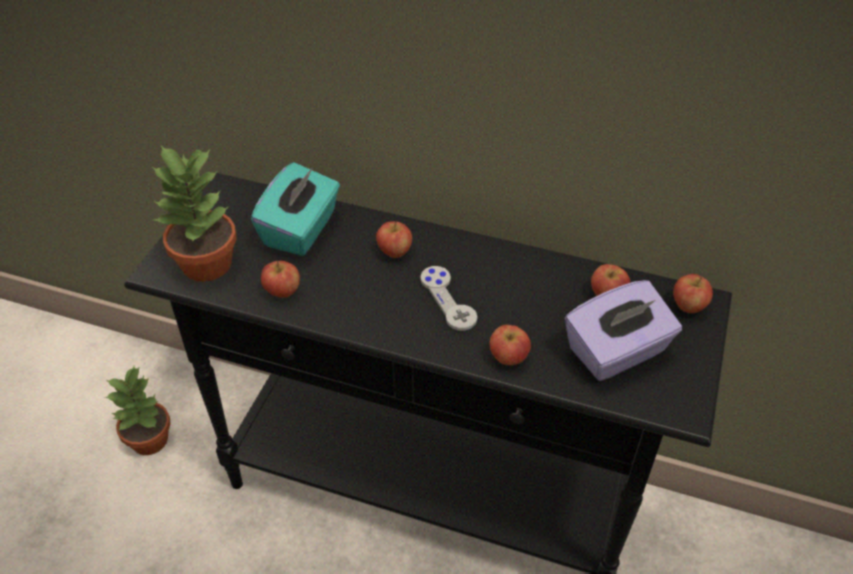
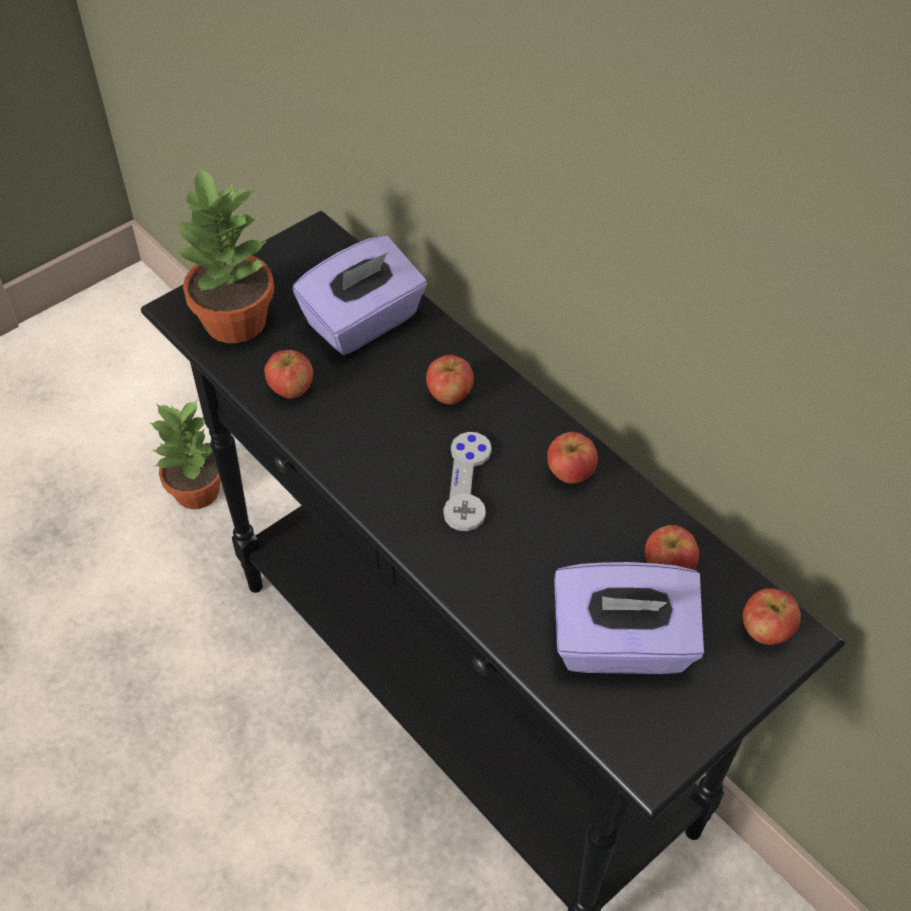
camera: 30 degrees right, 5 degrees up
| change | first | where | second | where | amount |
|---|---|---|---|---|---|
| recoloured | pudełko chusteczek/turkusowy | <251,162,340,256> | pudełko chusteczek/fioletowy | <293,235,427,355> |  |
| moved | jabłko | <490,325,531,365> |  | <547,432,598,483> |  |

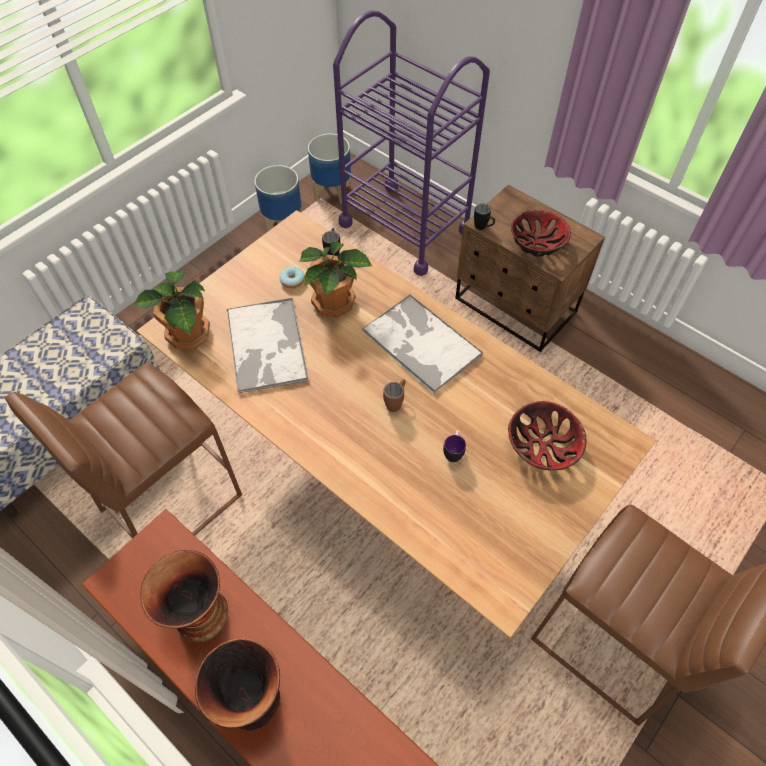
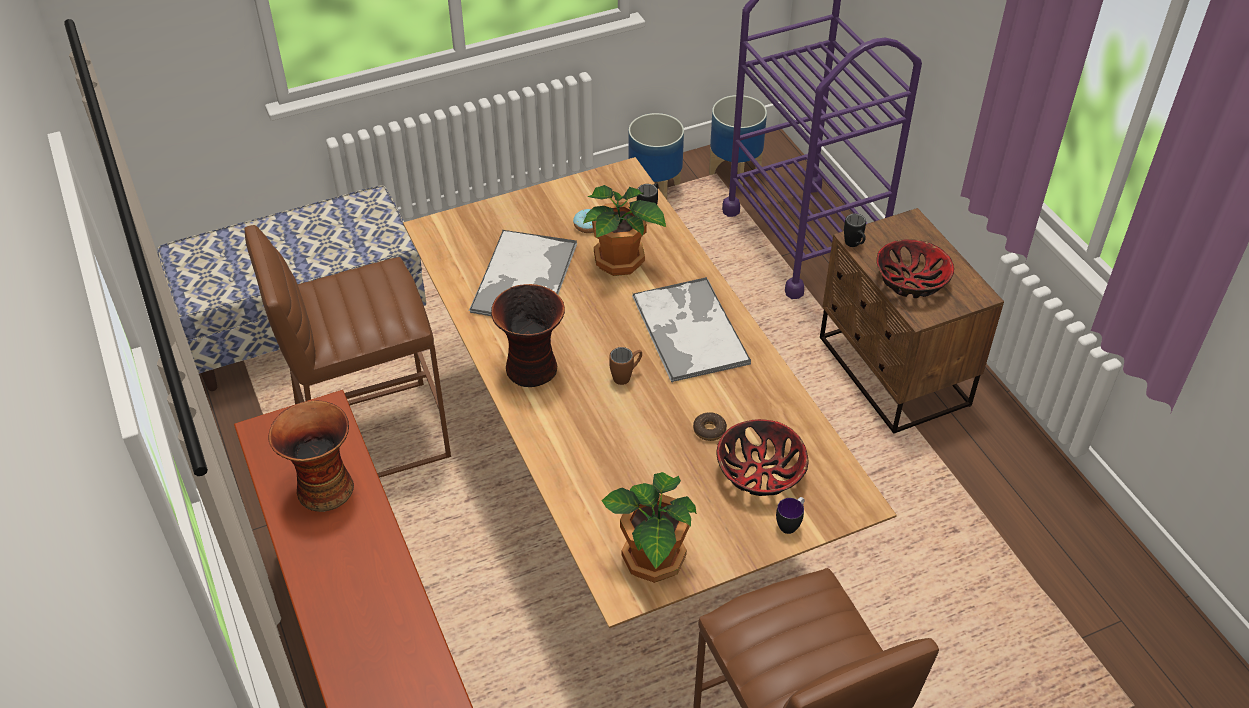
camera: 25 degrees right, 10 degrees down
| change | first | where | second | where | amount |
|---|---|---|---|---|---|
| moved | roślina doniczkowa | <135,270,210,350> |  | <602,472,697,583> |  |
| moved | wazon | <195,638,280,731> |  | <491,284,565,387> |  |
| moved | kubek | <443,431,466,462> |  | <776,497,805,534> |  |
| added |  |  | donut | <693,412,727,441> |  |

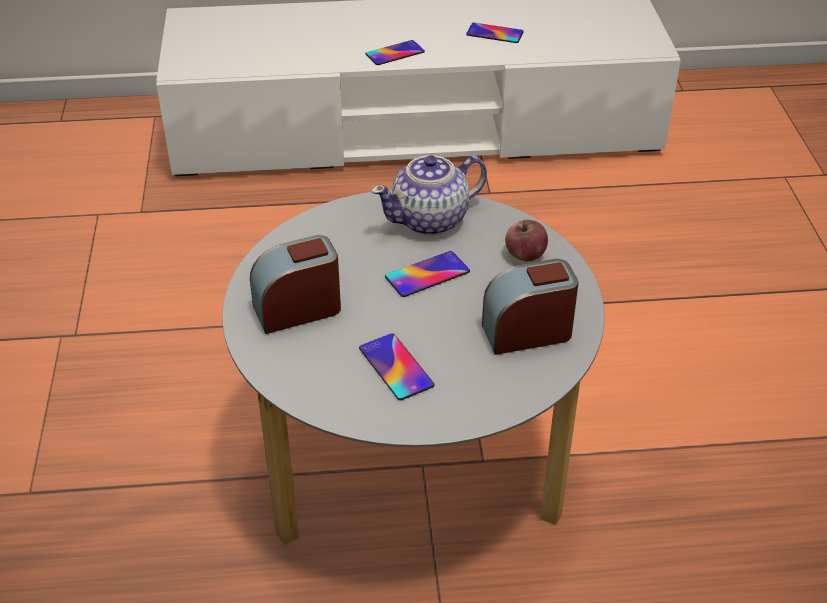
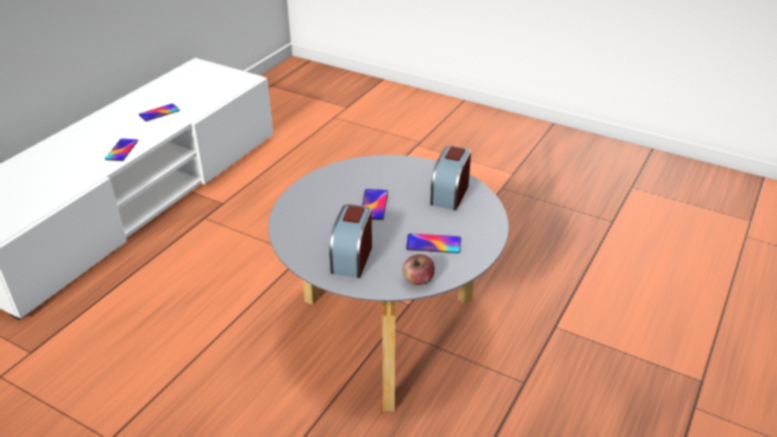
camera: 55 degrees left, 5 degrees down
| change | first | where | second | where | amount |
|---|---|---|---|---|---|
| removed | imbryk | <371,155,487,235> |  |  |  |
| moved | jabłko | <505,220,548,262> |  | <403,254,435,285> |  |

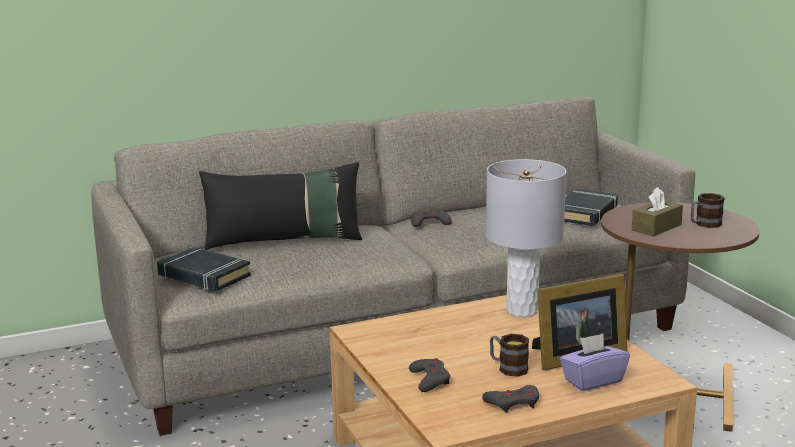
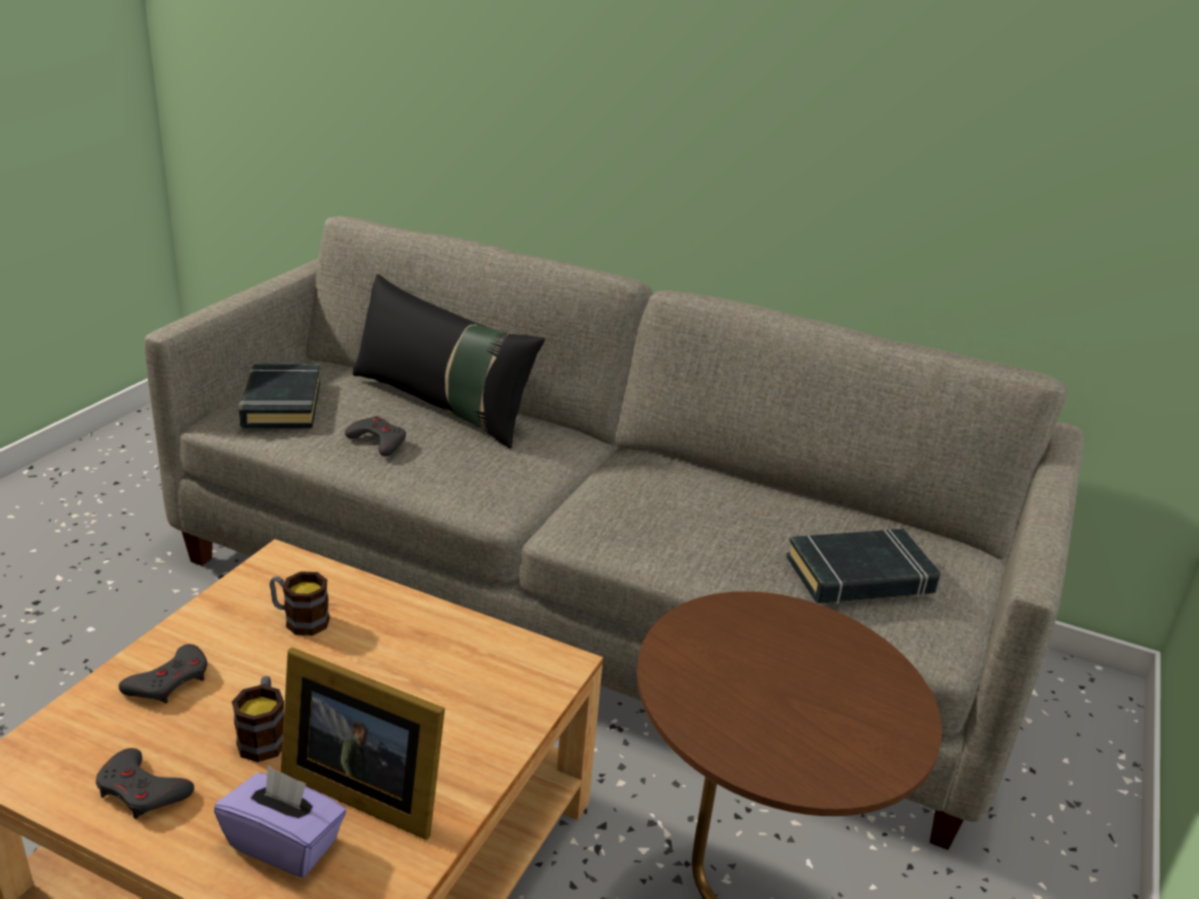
camera: 45 degrees right, 10 degrees up
| change | first | where | second | where | amount |
|---|---|---|---|---|---|
| moved | pad do gier/szary | <411,210,452,227> |  | <345,416,406,456> |  |
| removed | lampa stołowa/szary | <486,159,567,317> |  |  |  |
| removed | pudełko chusteczek/brązowy | <632,187,683,236> |  |  |  |
| moved | kubek | <691,193,725,228> |  | <269,571,330,636> |  |

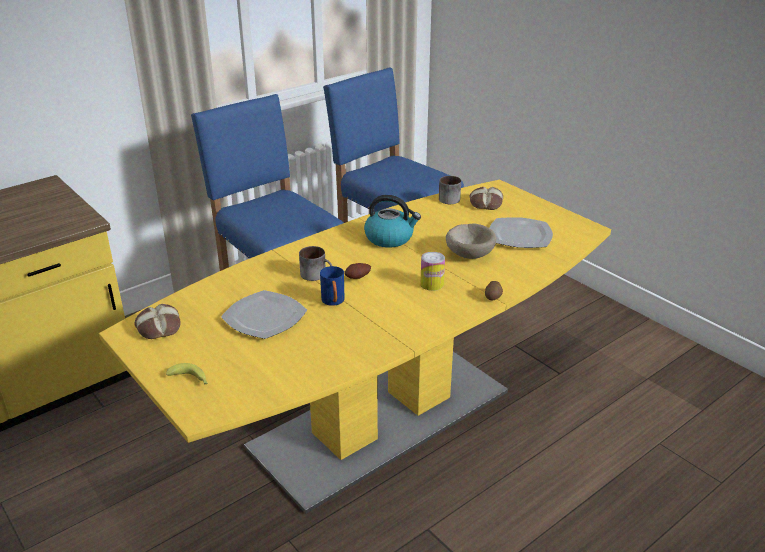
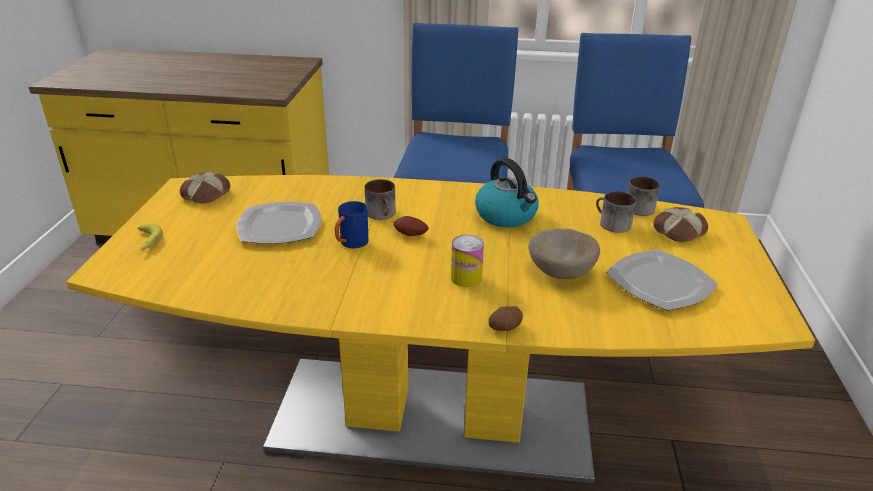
camera: 45 degrees right, 0 degrees up
| change | first | where | second | where | amount |
|---|---|---|---|---|---|
| added |  |  | kubek | <596,191,636,233> |  |

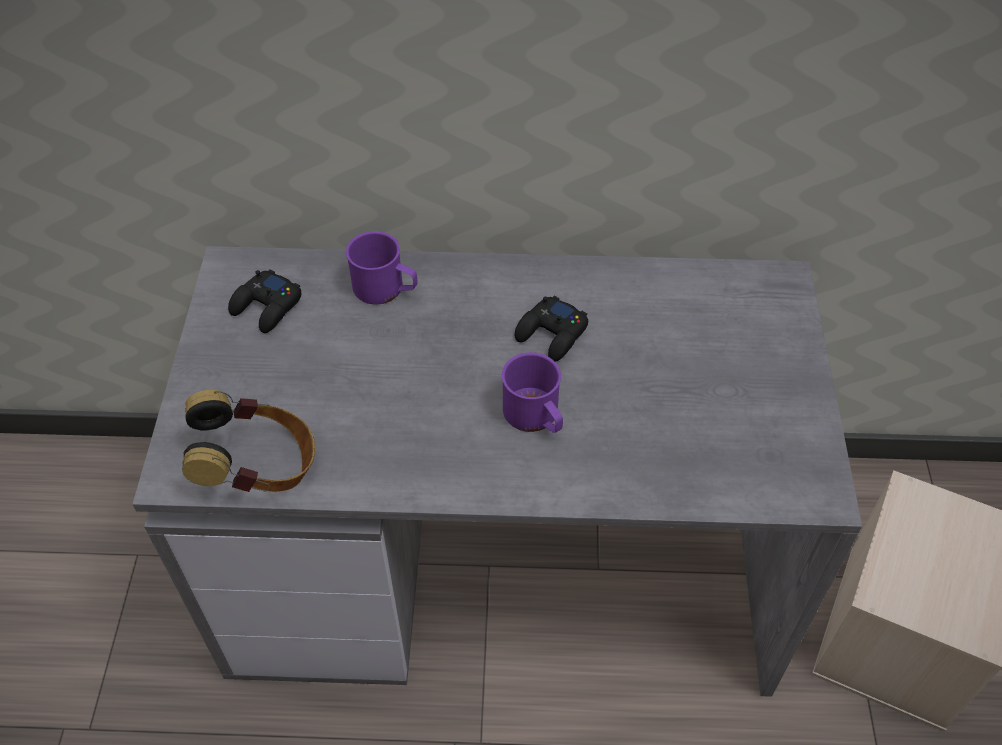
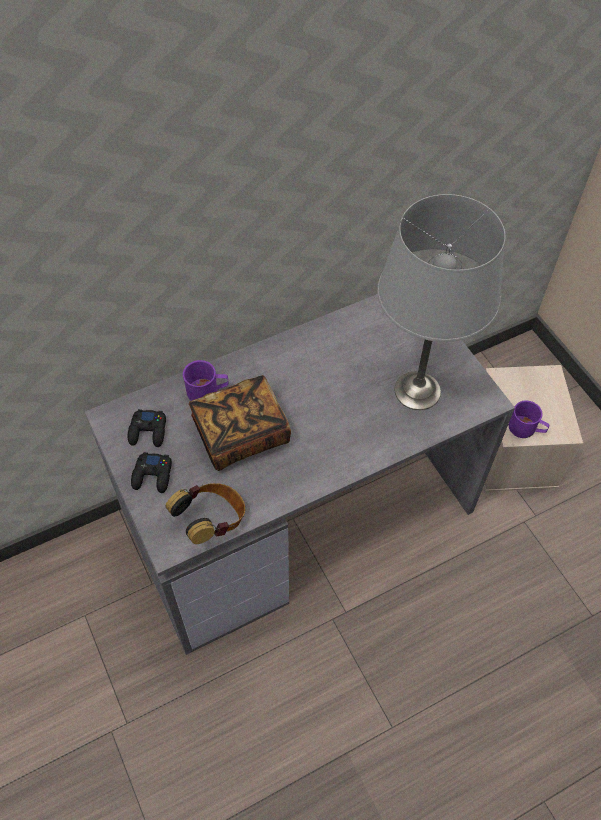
camera: 30 degrees left, 5 degrees up
| change | first | where | second | where | amount |
|---|---|---|---|---|---|
| moved | kubek/fioletowy | <502,352,563,433> |  | <509,401,550,438> |  |
| moved | pad do gier/czarny | <515,296,588,362> |  | <131,452,172,493> |  |
| added |  |  | książka | <189,375,291,471> |  |
| added |  |  | lampa stołowa/szary | <377,194,505,410> |  |

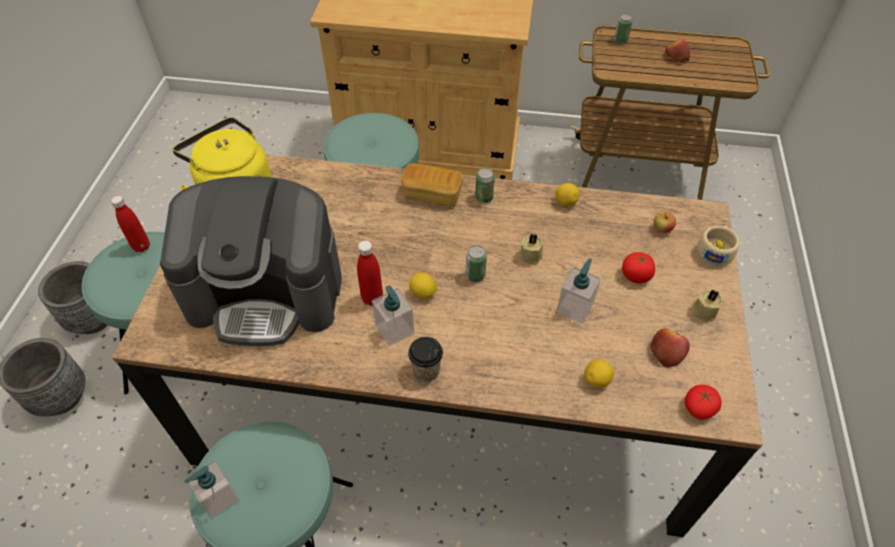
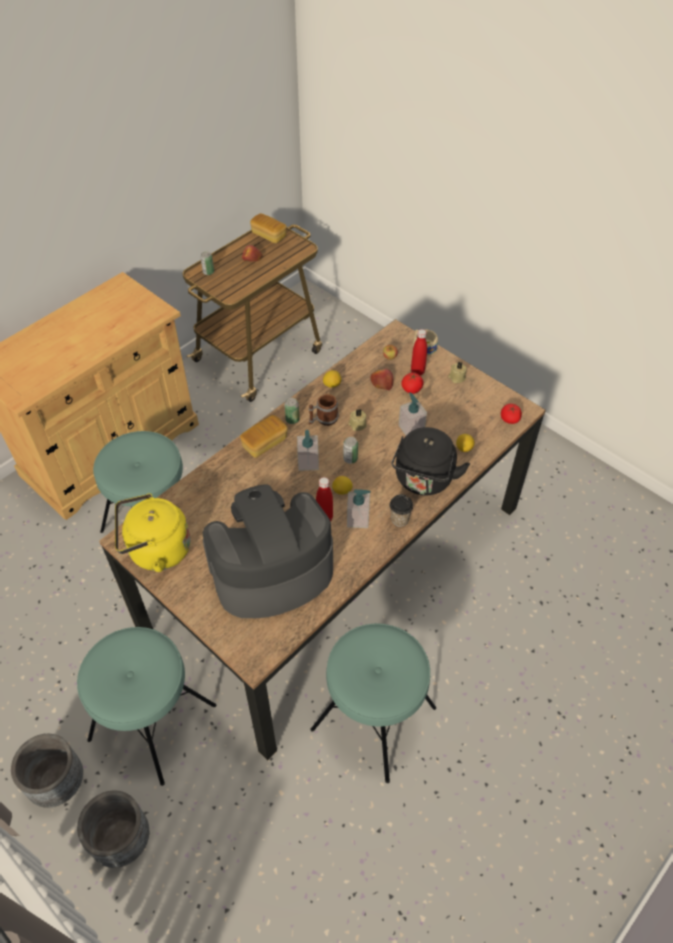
camera: 55 degrees left, 0 degrees up
| change | first | where | second | where | amount |
|---|---|---|---|---|---|
| moved | butelka/czerwony | <111,196,150,252> |  | <411,329,427,376> |  |
| turned | ekspres do kawy | <160,176,342,346> |  | <203,485,333,618> | 150 degrees counterclockwise |
| moved | dozownik mydła | <185,460,240,518> |  | <297,430,319,471> |  |
| moved | jabłko | <651,329,690,368> |  | <371,369,393,390> |  |
| added |  |  | chleb | <250,213,287,243> |  |
| added |  |  | kubek | <309,394,339,426> |  |
| added |  |  | czajnik/czarny | <391,427,470,495> |  |

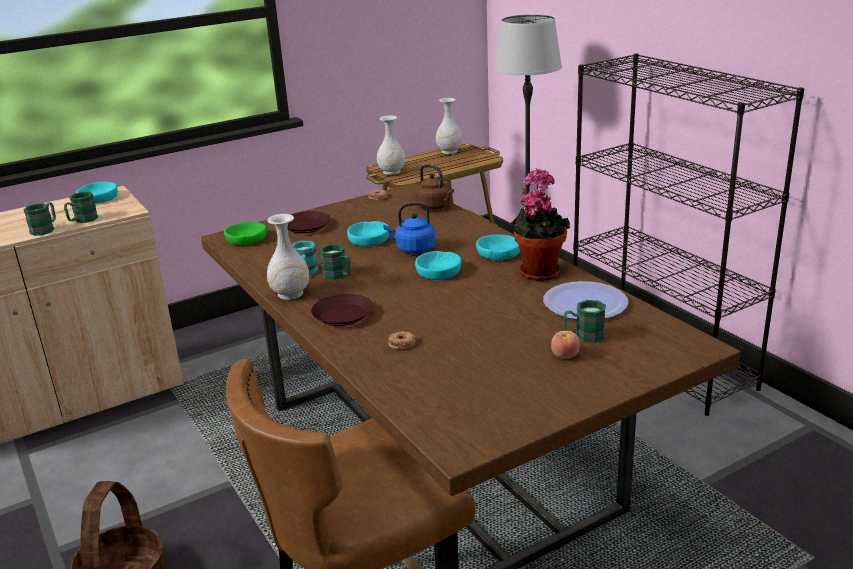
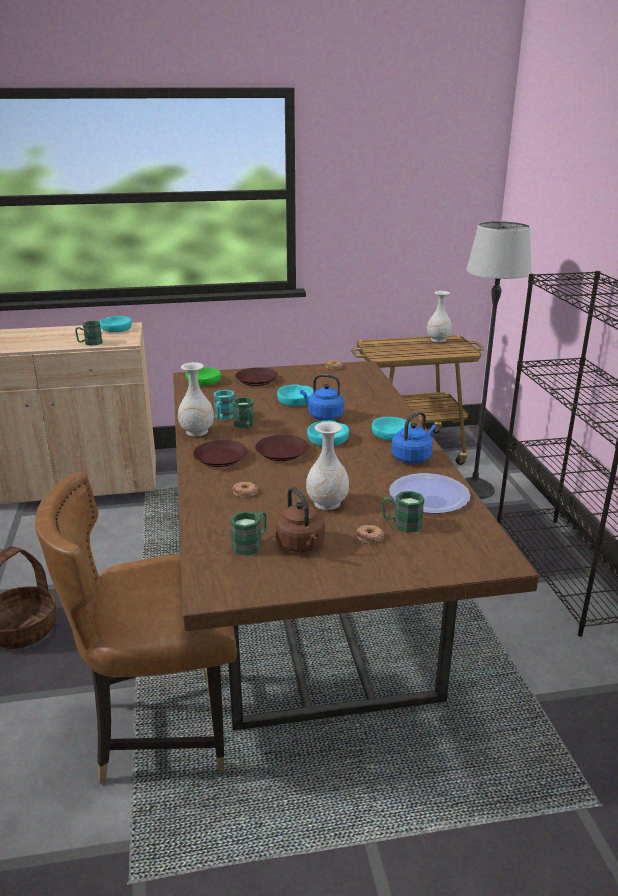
camera: 20 degrees right, 0 degrees up
| change | first | where | second | where | amount |
|---|---|---|---|---|---|
| moved | kubek/zielony | <23,203,56,236> |  | <230,511,267,556> |  |
| moved | wazon/biały | <377,115,405,175> |  | <306,422,349,510> |  |
| moved | czajnik/brązowy | <415,164,454,210> |  | <276,487,325,552> |  |
| replaced | roślina doniczkowa | <511,168,570,281> | czajnik/niebieski | <391,411,436,464> |  |
| replaced | jabłko | <551,331,580,358> | donut | <356,525,384,543> |  |
| added |  |  | talerz/brązowy | <255,435,309,461> |  |

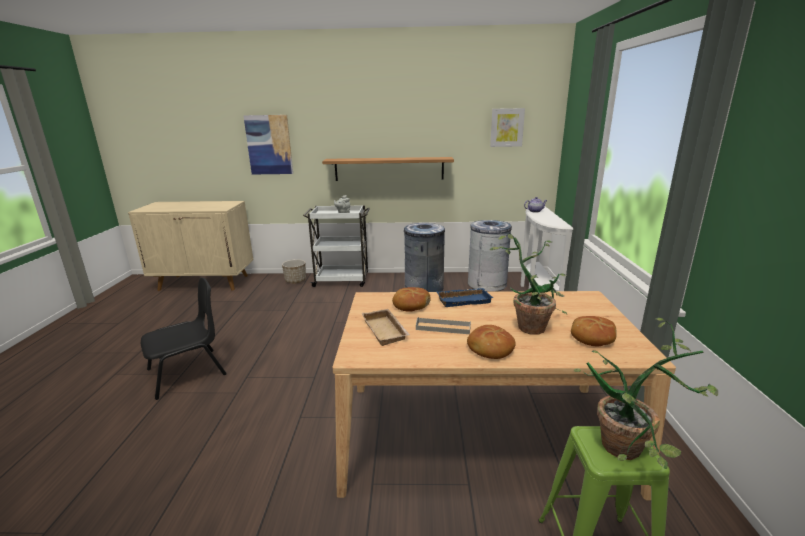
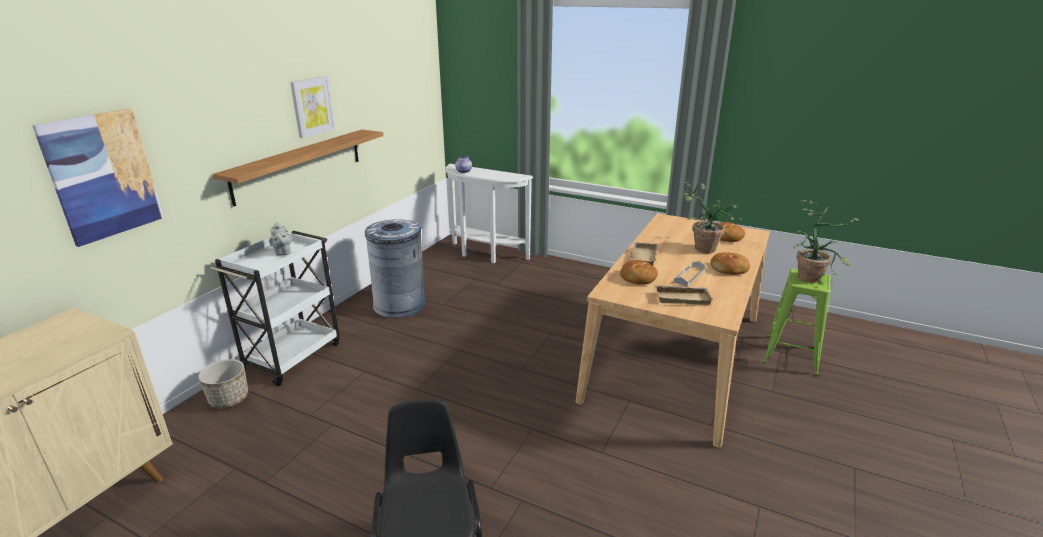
camera: 65 degrees left, 5 degrees up
| change | first | where | second | where | amount |
|---|---|---|---|---|---|
| recoloured | taca/niebieski | <436,288,493,307> | taca/beżowy | <630,242,657,265> |  |
| removed | kosz na śmieci/szary | <468,220,512,292> |  |  |  |
| moved | obraz | <490,108,525,147> |  | <290,76,335,138> |  |

